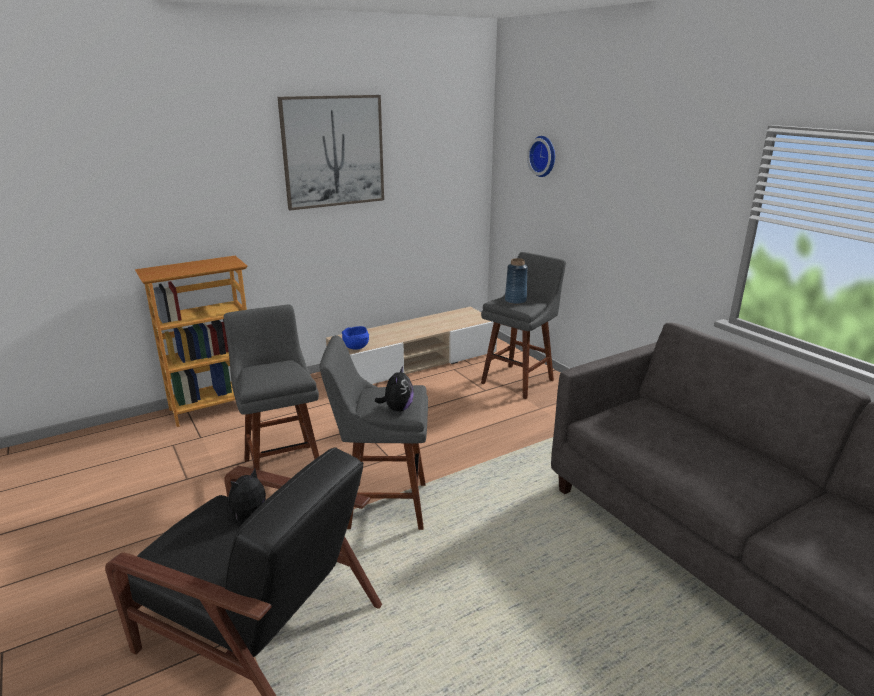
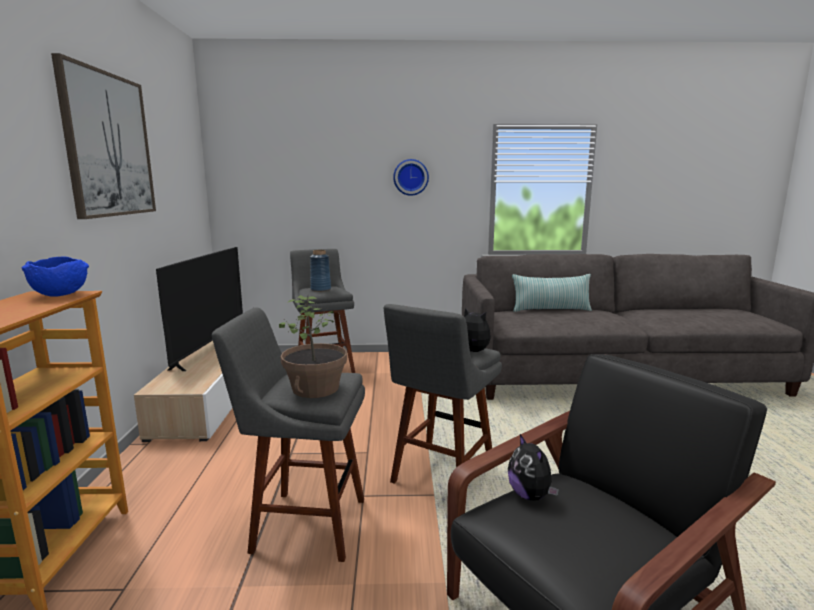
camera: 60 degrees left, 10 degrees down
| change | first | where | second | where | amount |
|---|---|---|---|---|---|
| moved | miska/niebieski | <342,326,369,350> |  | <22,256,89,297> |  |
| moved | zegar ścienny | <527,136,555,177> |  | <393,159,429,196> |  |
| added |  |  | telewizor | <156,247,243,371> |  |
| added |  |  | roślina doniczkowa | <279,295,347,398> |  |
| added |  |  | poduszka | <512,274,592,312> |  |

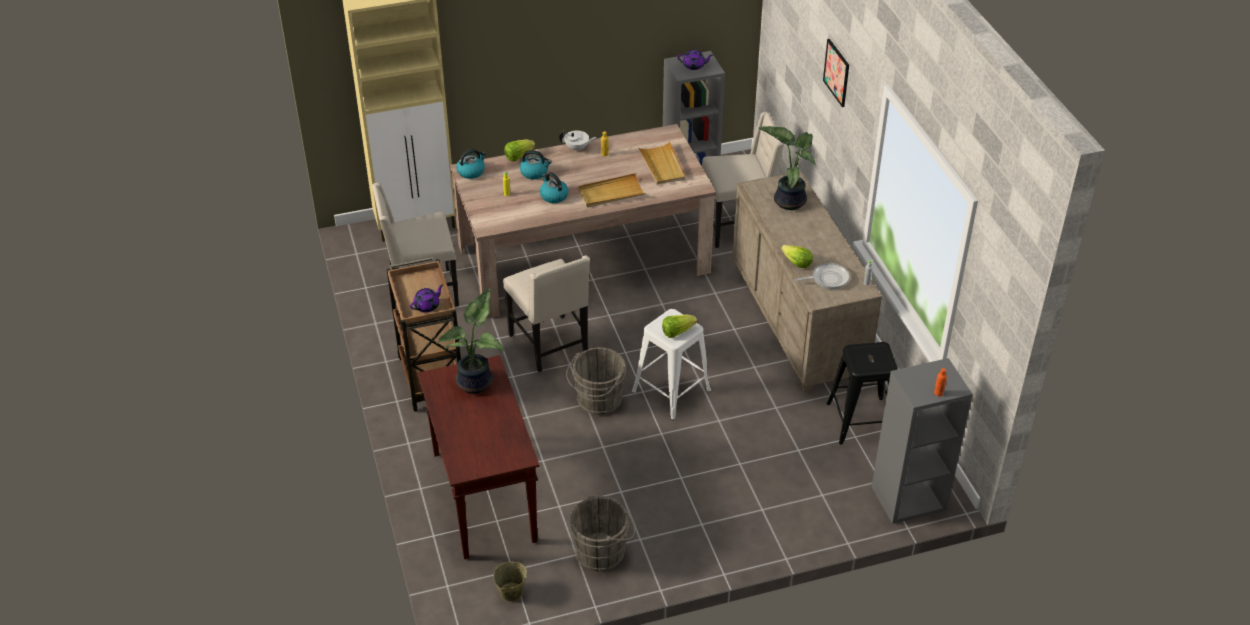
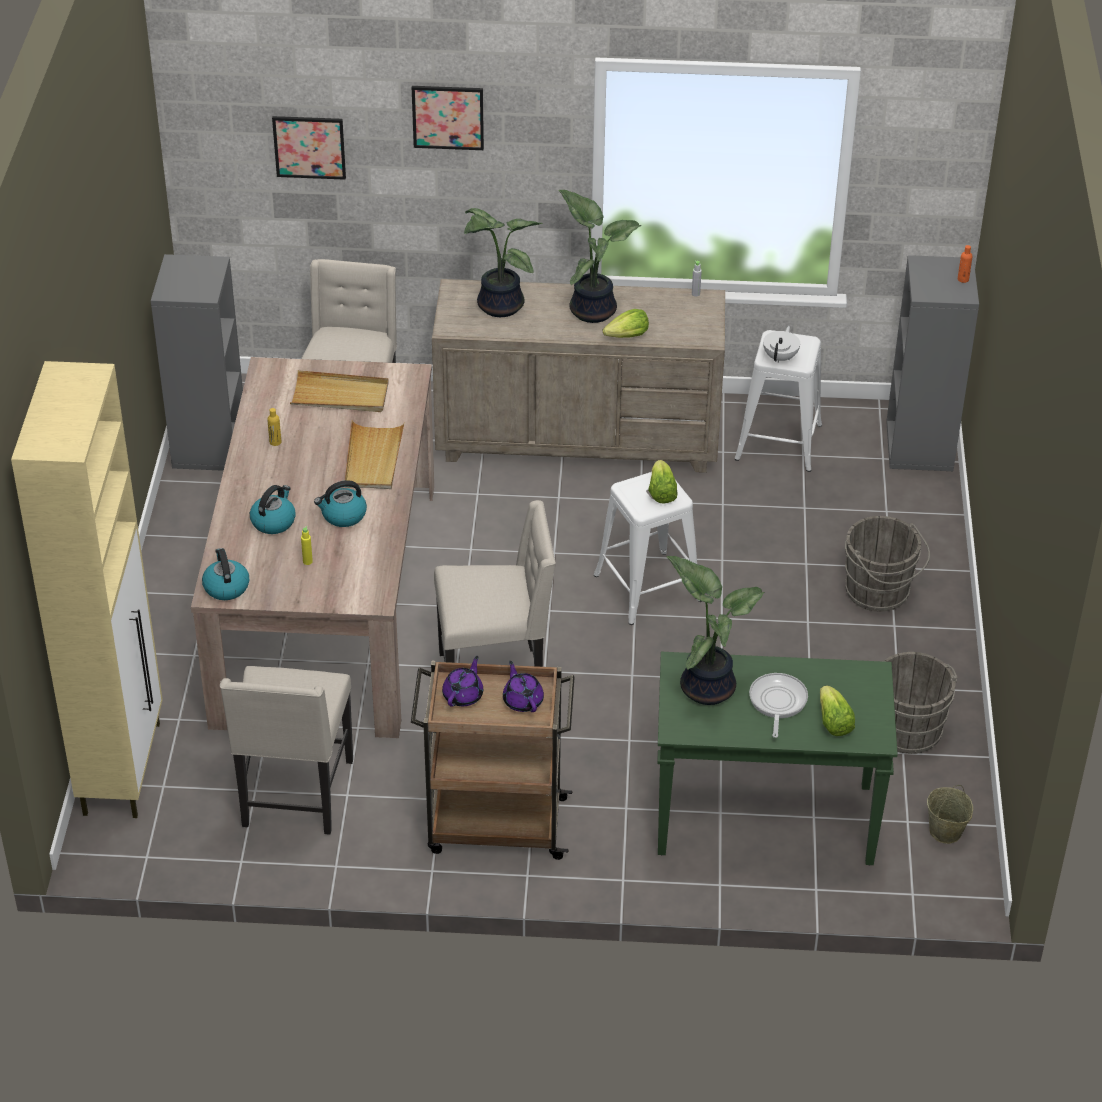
camera: 70 degrees left, 0 degrees up
| change | first | where | second | where | amount |
|---|---|---|---|---|---|
| recoloured | stolik konsolowy/brązowy | <418,355,539,559> | stolik konsolowy/zielony | <657,652,898,865> |  |
| moved | sałata | <504,139,535,162> |  | <820,685,855,736> |  |
| moved | imbryk/biały | <559,131,596,152> |  | <763,326,800,363> |  |
| moved | wiadro/szary | <566,347,626,415> |  | <845,516,930,612> |  |
| moved | imbryk/fioletowy | <677,50,713,70> |  | <442,656,483,707> |  |
| moved | patelnia | <795,263,850,289> |  | <749,673,808,738> |  |
| recoloured | stołek/czarny | <826,342,898,445> | stołek/biały | <735,330,822,472> |  |
| added |  |  | obraz | <272,116,346,180> |  |
| added |  |  | roślina doniczkowa | <559,190,641,323> |  |

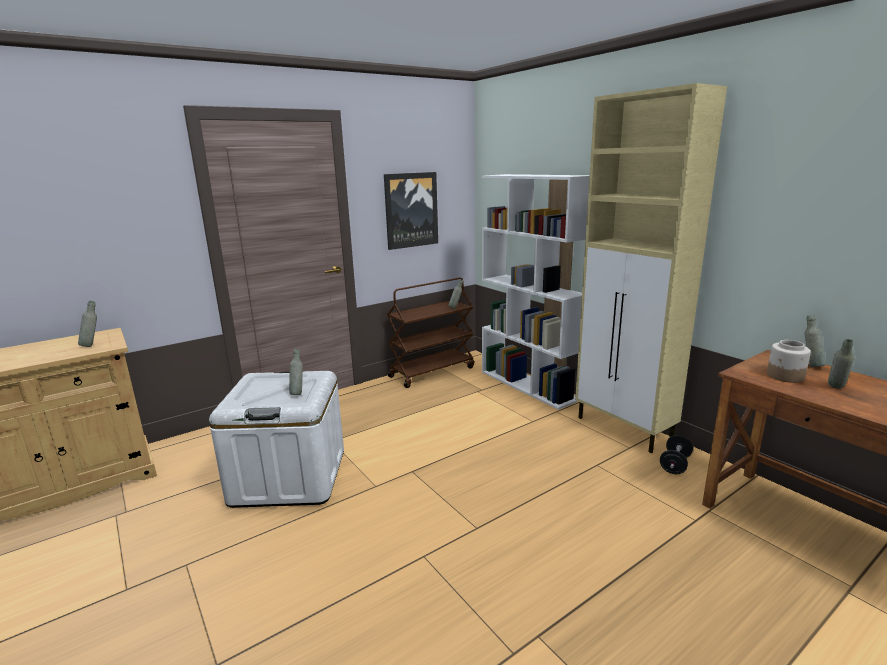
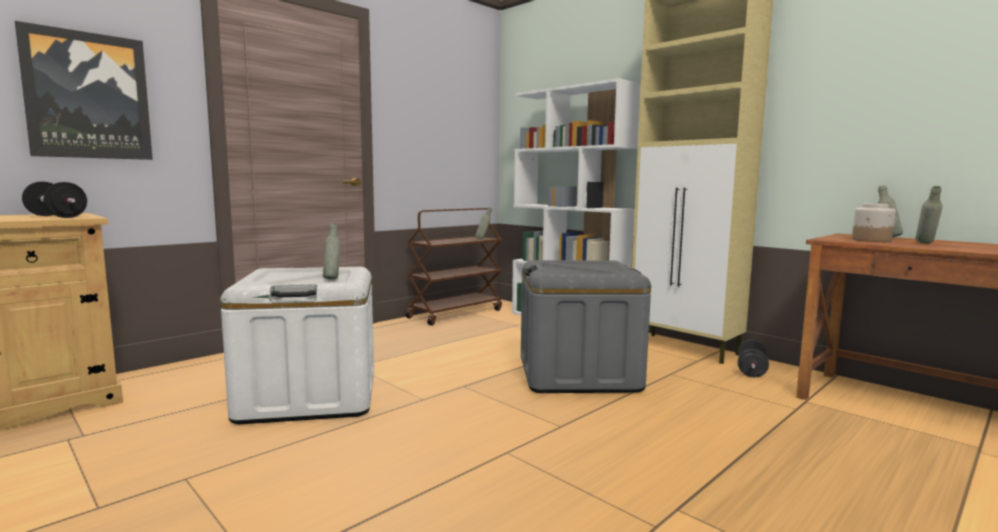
camera: 10 degrees left, 10 degrees down
| change | first | where | second | where | amount |
|---|---|---|---|---|---|
| replaced | butelka/szary | <78,301,97,347> | hantel/czarny | <22,182,87,218> |  |
| moved | obraz | <384,172,438,250> |  | <15,21,153,160> |  |
| added |  |  | pojemnik do przechowywania/szary | <521,260,651,393> |  |

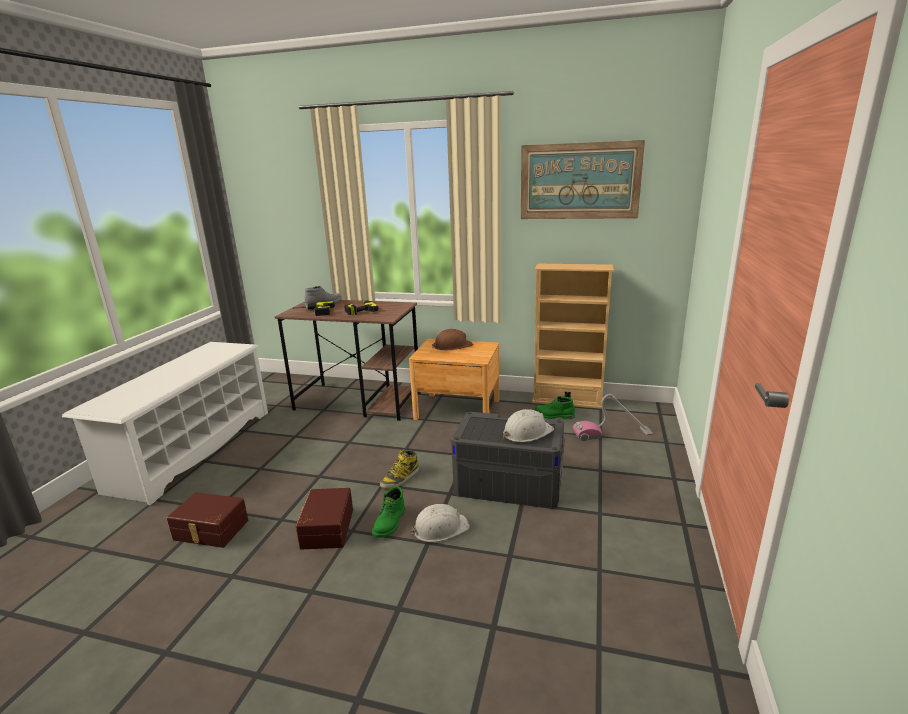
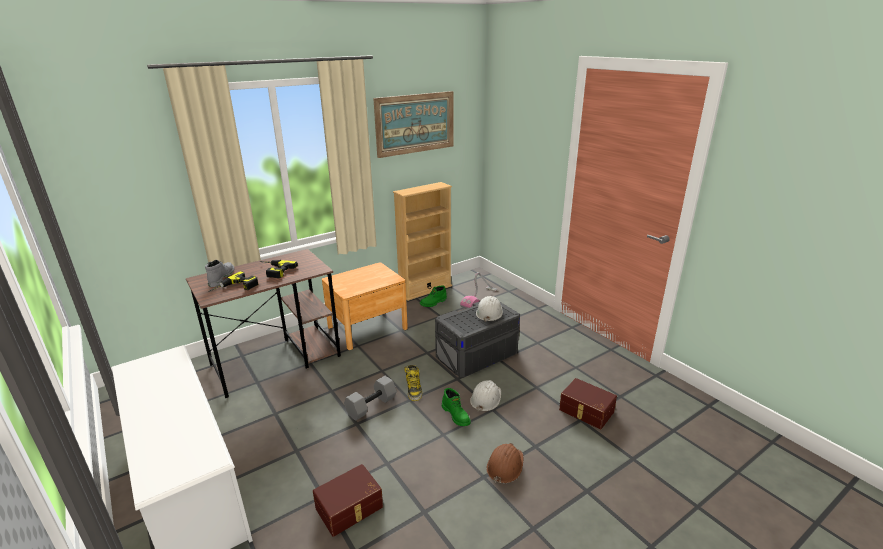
camera: 50 degrees left, 5 degrees up
| change | first | where | second | where | amount |
|---|---|---|---|---|---|
| moved | pojemnik do przechowywania/brązowy | <296,488,353,550> |  | <559,378,617,429> |  |
| moved | kask/brązowy | <432,329,473,350> |  | <486,443,523,484> |  |
| added |  |  | hantel/szary | <344,376,397,421> |  |

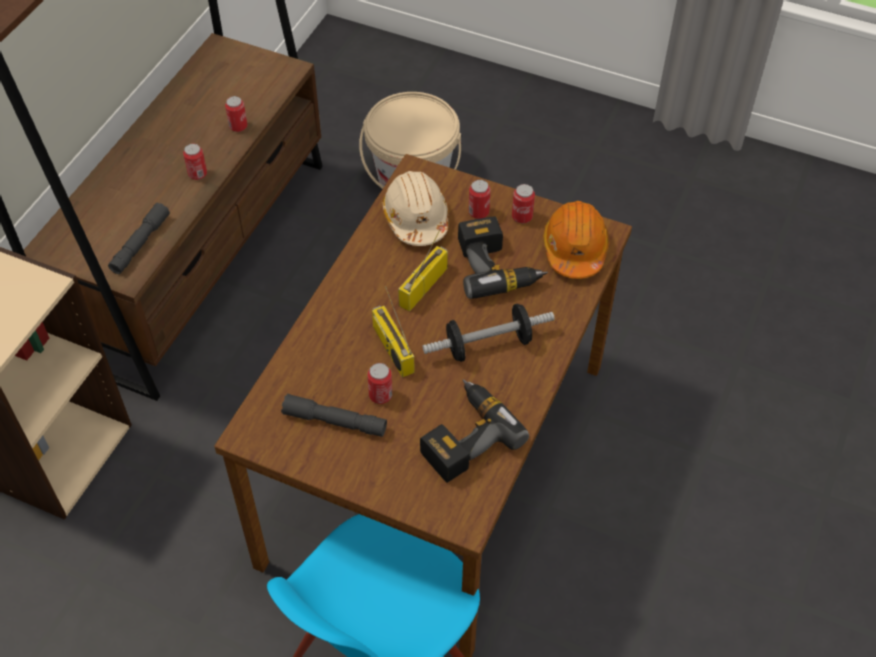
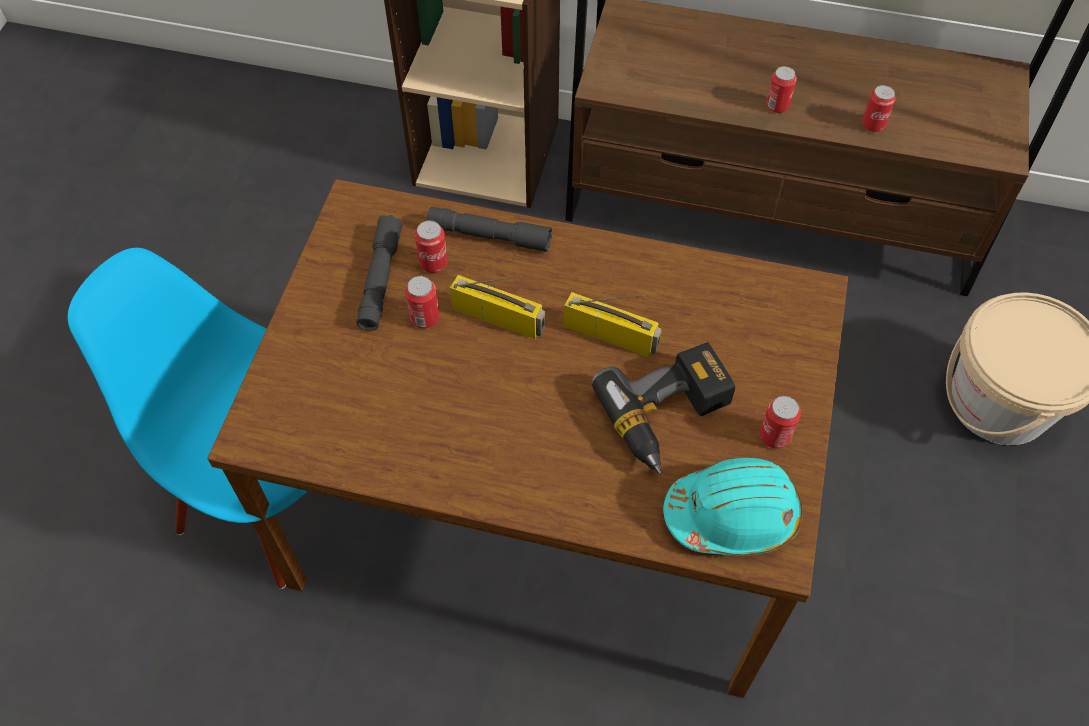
camera: 80 degrees right, 5 degrees up
| change | first | where | second | where | amount |
|---|---|---|---|---|---|
| moved | latarka/szary | <108,202,170,274> |  | <427,207,552,252> |  |
| turned | radio | <372,287,415,378> |  | <450,275,545,339> | 60 degrees clockwise |
| removed | kask/beżowy | <382,171,448,246> |  |  |  |
| removed | wiertarka | <420,379,529,483> |  |  |  |
| removed | hantel | <423,304,555,362> |  |  |  |
| moved | puszka | <469,180,491,219> |  | <415,220,448,273> |  |
| recoloured | kask/pomarańczowy | <543,201,609,279> | kask/turkusowy | <663,458,803,556> |  |

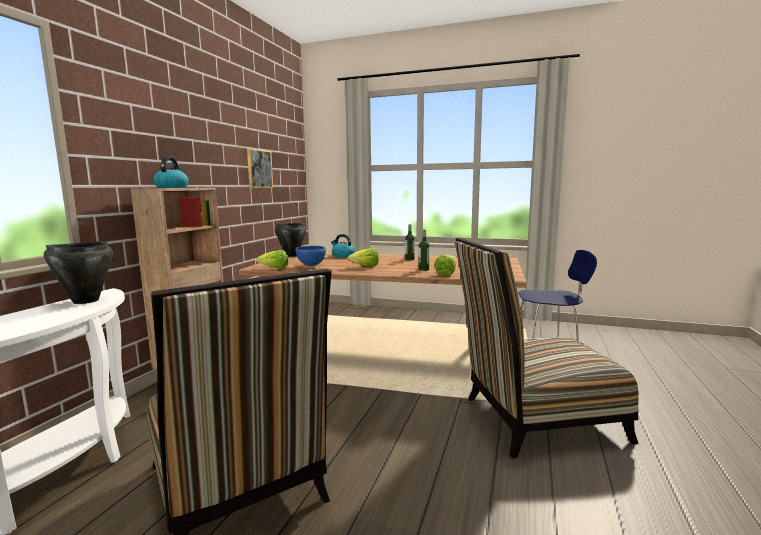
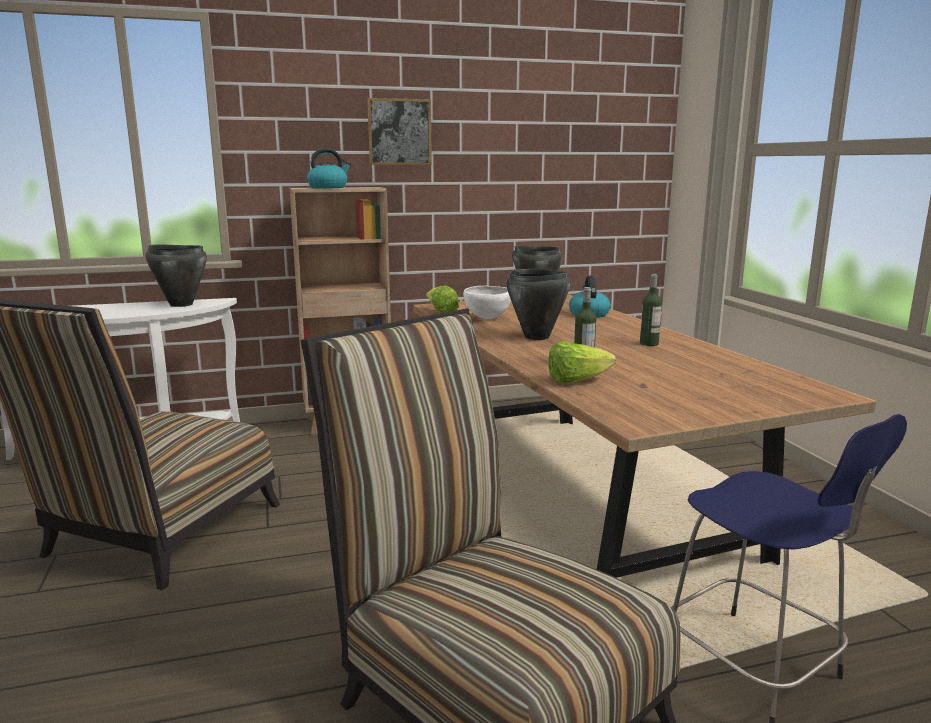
camera: 55 degrees right, 5 degrees up
| change | first | where | second | where | amount |
|---|---|---|---|---|---|
| moved | obraz | <247,148,273,188> |  | <367,98,432,165> |  |
| recoloured | miska/niebieski | <295,246,326,266> | miska/biały | <463,286,511,319> |  |
| replaced | sałata | <347,248,379,266> | garnek/czarny | <507,269,570,340> |  |

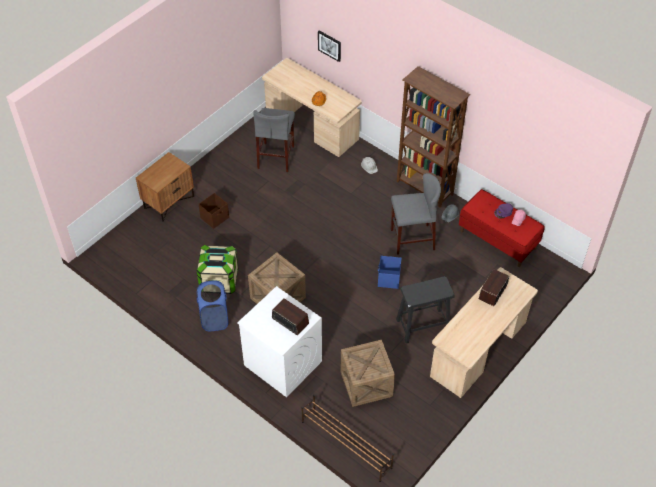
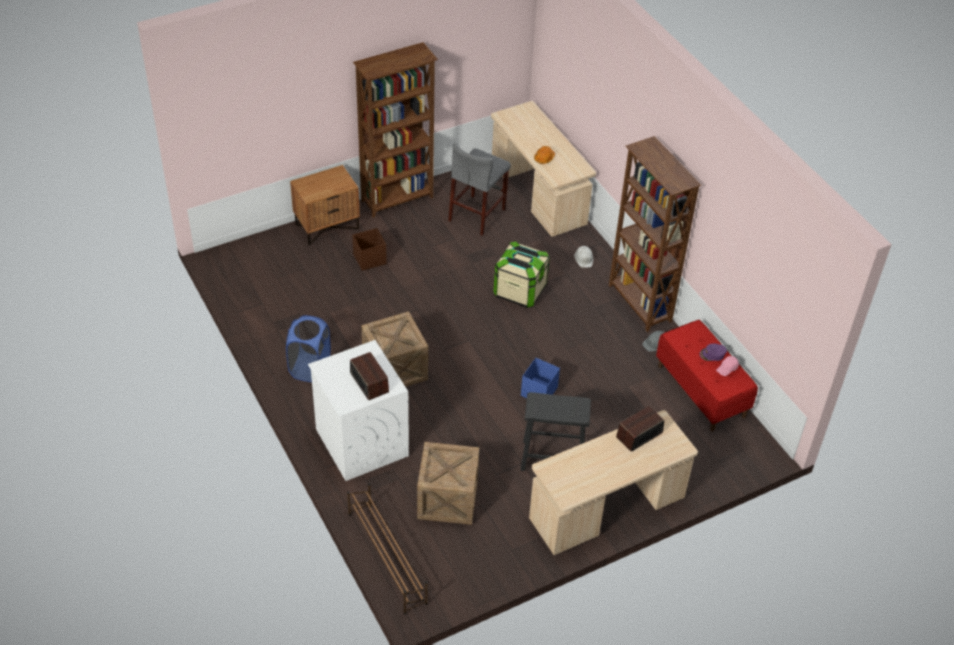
camera: 20 degrees right, 5 degrees down
| change | first | where | second | where | amount |
|---|---|---|---|---|---|
| moved | pojemnik do przechowywania | <196,245,238,294> |  | <494,241,550,308> |  |
| removed | obraz | <318,30,341,62> |  |  |  |
| removed | stołek/szary | <391,173,441,255> |  |  |  |
| added |  |  | regał/brązowy | <353,42,438,218> |  |

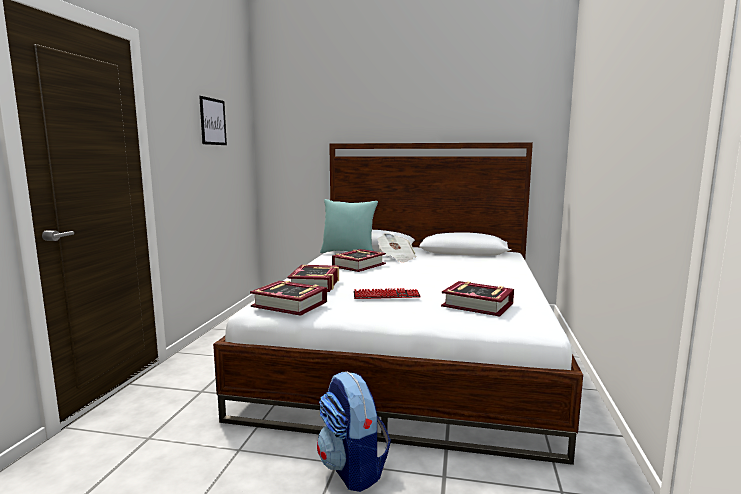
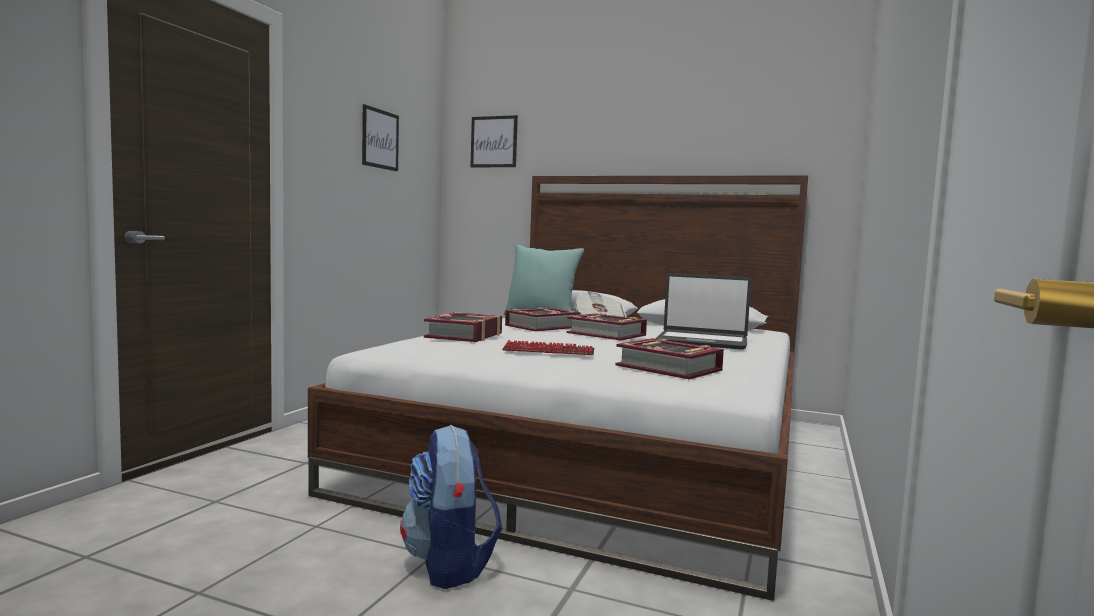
camera: 10 degrees right, 5 degrees down
| change | first | where | second | where | amount |
|---|---|---|---|---|---|
| moved | książka | <250,281,327,316> |  | <567,313,647,341> |  |
| added |  |  | obraz | <470,115,518,167> |  |
| added |  |  | laptop | <656,273,751,350> |  |

